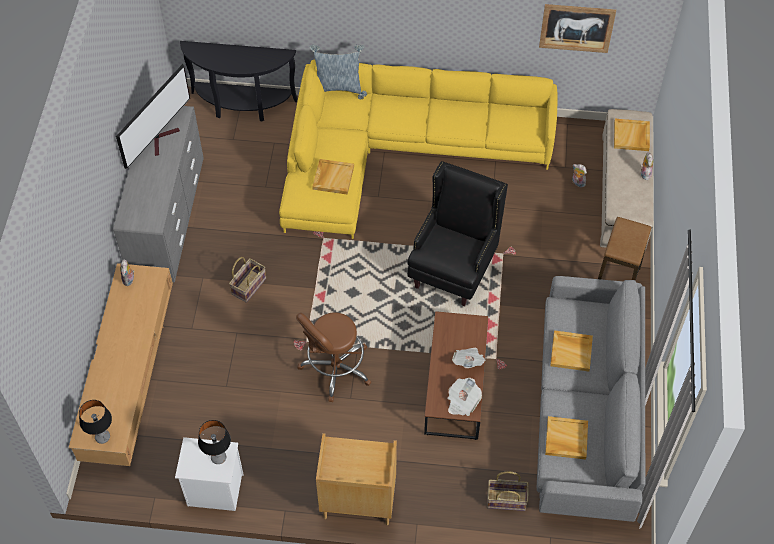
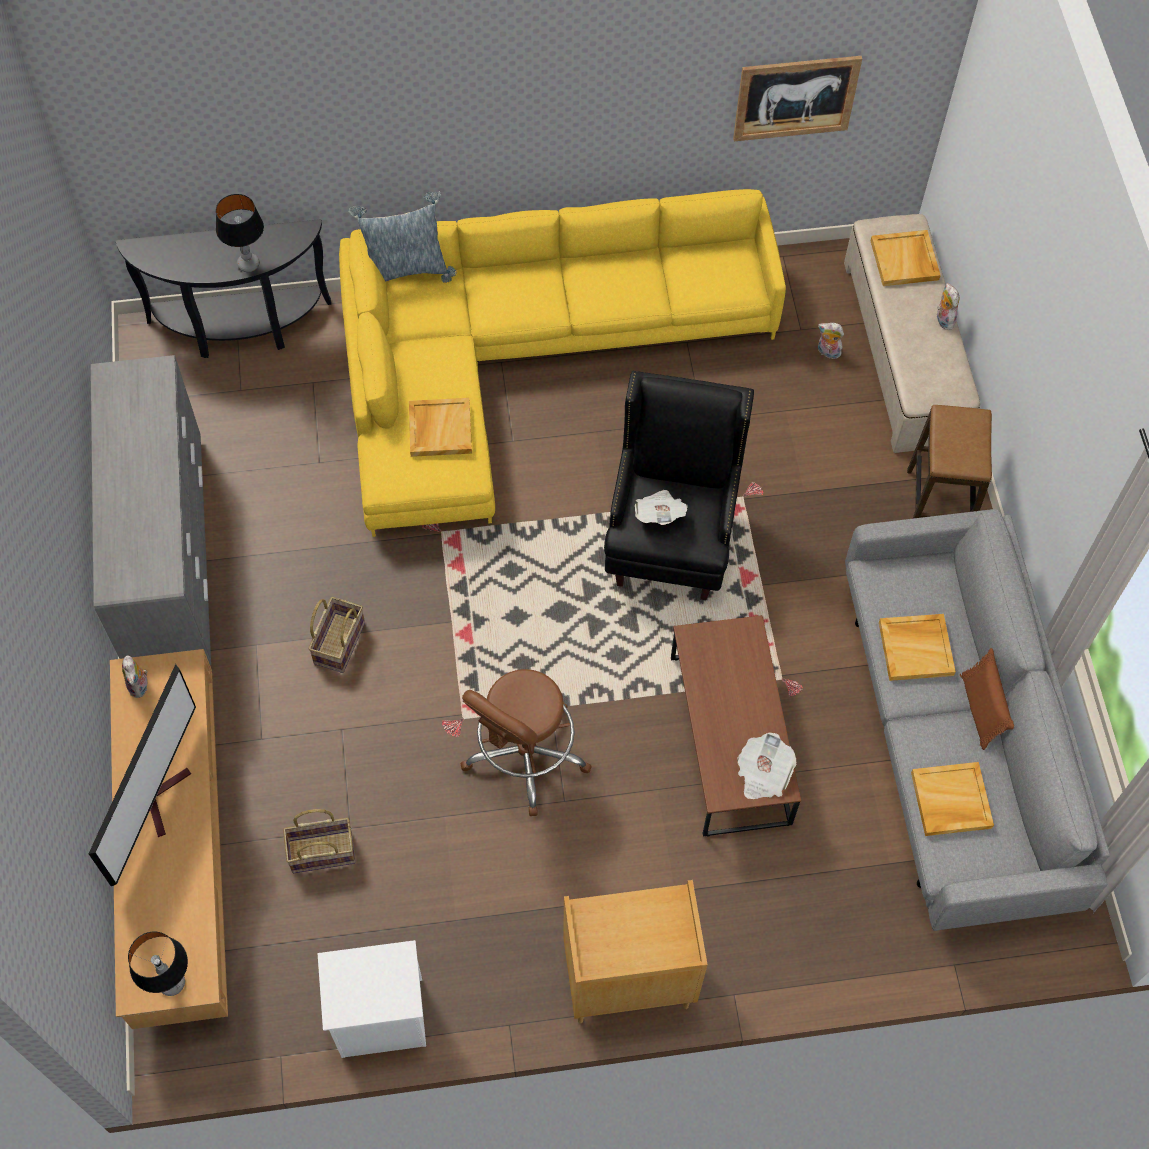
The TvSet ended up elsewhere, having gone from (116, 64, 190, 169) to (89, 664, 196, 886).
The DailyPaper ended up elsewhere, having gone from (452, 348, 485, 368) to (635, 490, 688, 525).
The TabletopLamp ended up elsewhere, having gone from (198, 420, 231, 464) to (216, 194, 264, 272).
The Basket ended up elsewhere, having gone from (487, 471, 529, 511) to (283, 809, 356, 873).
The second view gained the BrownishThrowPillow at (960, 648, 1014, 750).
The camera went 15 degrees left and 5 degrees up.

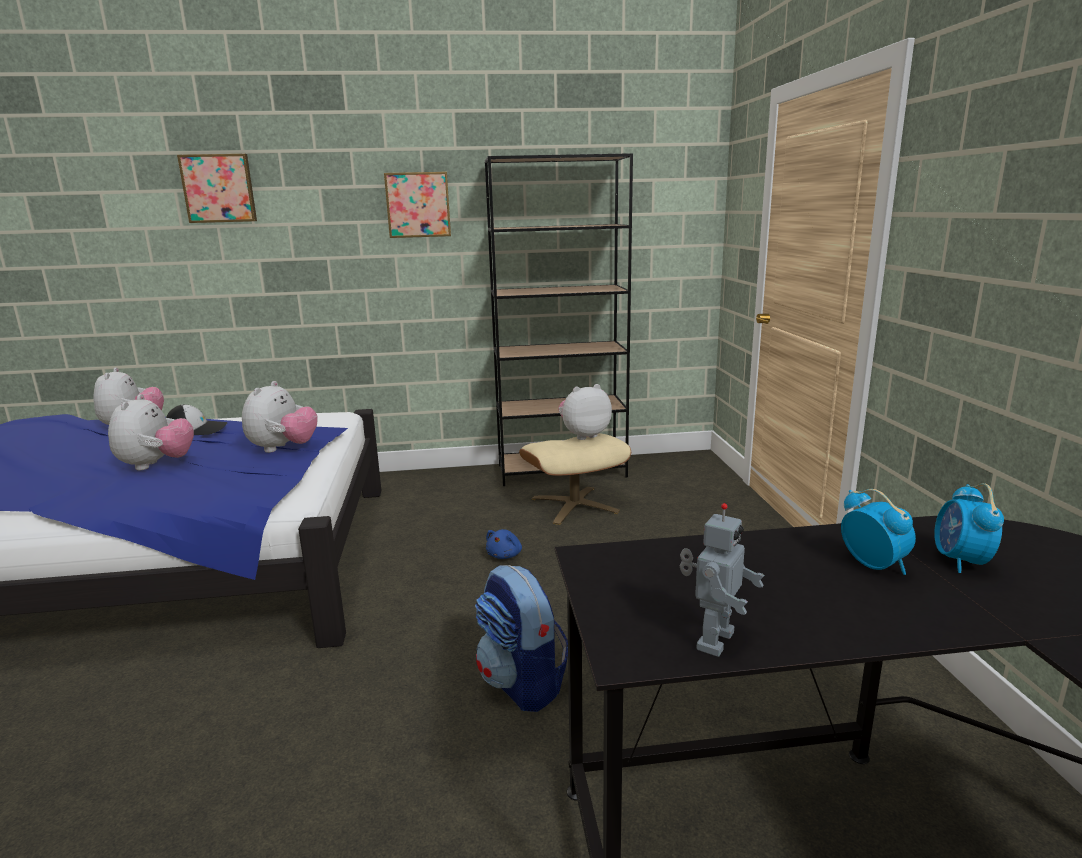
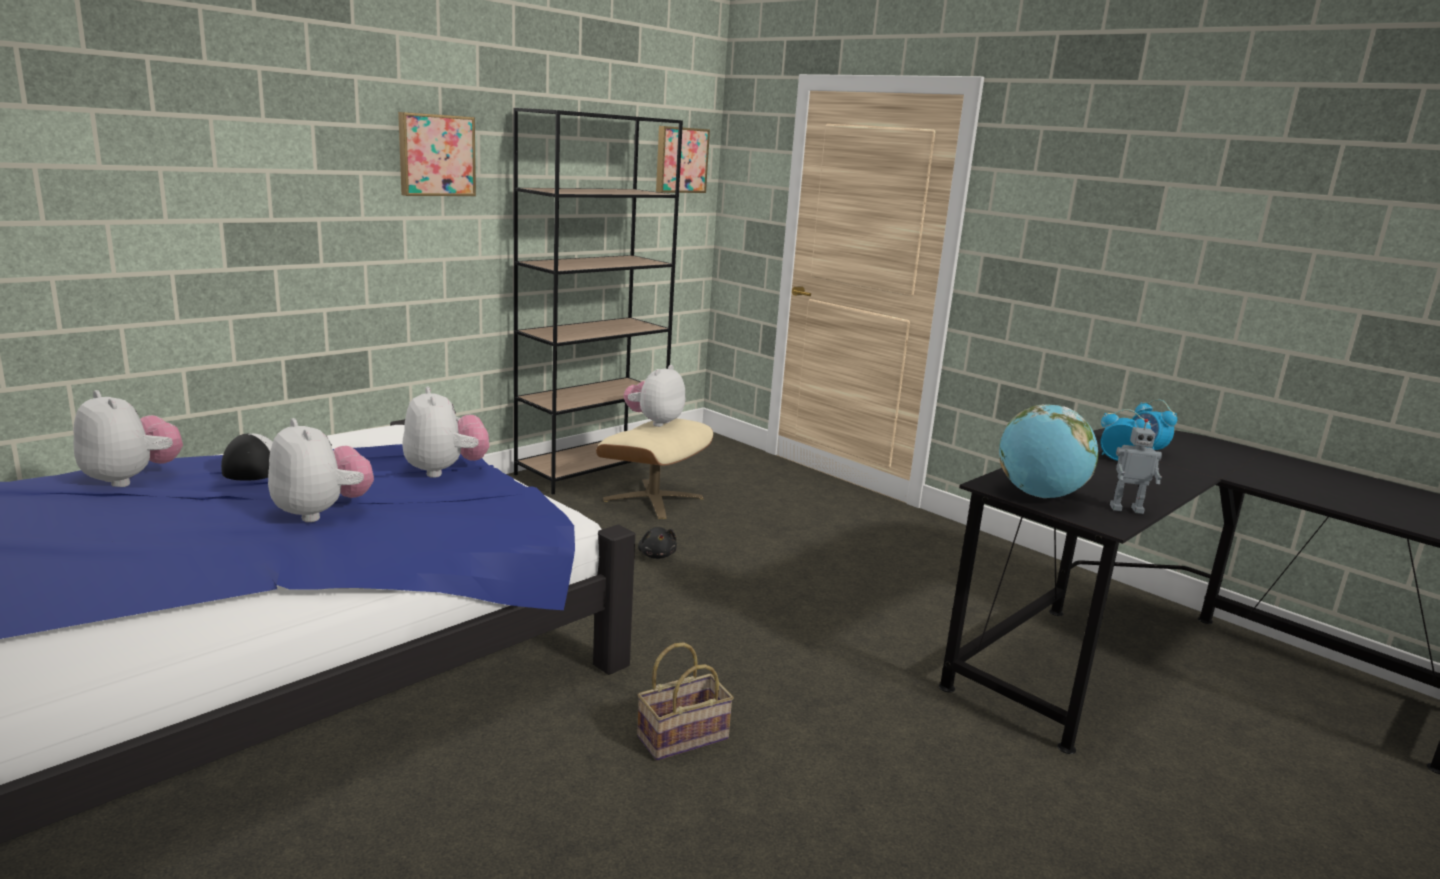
The Picture ended up elsewhere, having gone from (177, 154, 257, 223) to (656, 126, 710, 193).
The ToyRobot at (680, 503, 764, 657) ended up facing another way, 105 degrees clockwise from before.
What was the BluePlushToy at (486, 529, 522, 559) turned into the BlackishPlushToy at (638, 527, 677, 559).
The second view lost the Backpack at (475, 565, 568, 712).
The second view gained the WorldGlobe at (999, 404, 1099, 498).
The second view gained the Basket at (637, 642, 734, 761).
The camera went 40 degrees left and 0 degrees up.

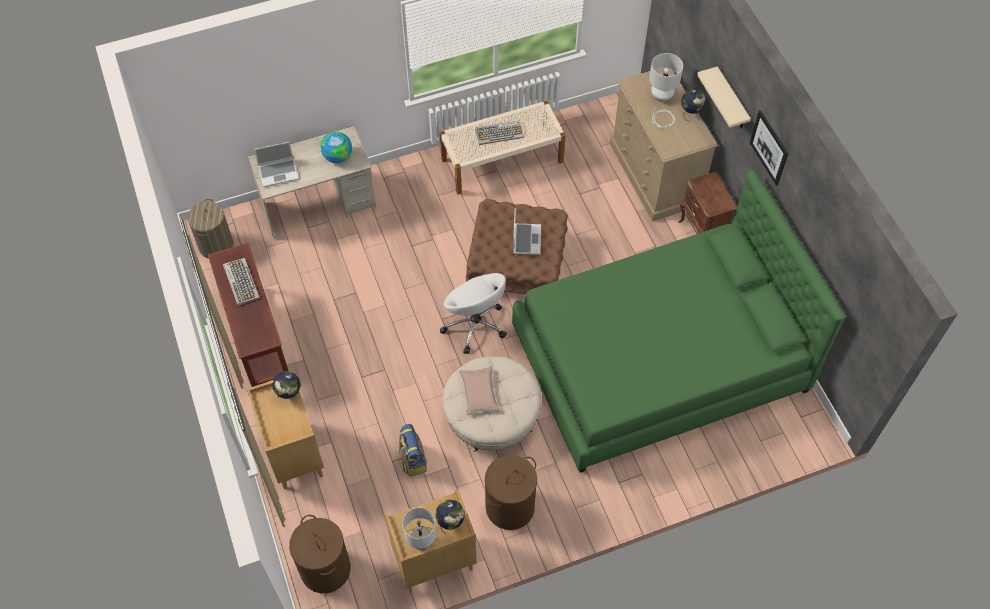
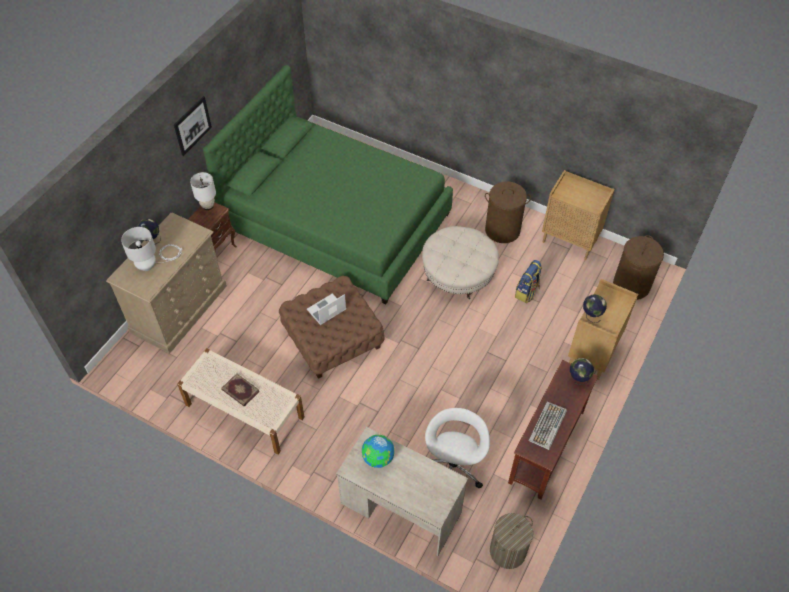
The second view lost the BeigeBracketShelf at (697, 66, 751, 129).
Where the ComputerKeyboard stood at (475, 120, 524, 145), the Book came to stand at (221, 373, 259, 407).
The second view lost the NotebookComputer at (254, 142, 298, 187).
The WhitishComputerChair ended up elsewhere, having gone from (440, 273, 507, 354) to (425, 408, 490, 488).
The second view lost the BeigeThrowPillow at (459, 366, 500, 416).
The WorldGlobe ended up elsewhere, having gone from (436, 500, 465, 534) to (570, 358, 594, 385).
The WhitishTabletopLamp ended up elsewhere, having gone from (402, 508, 436, 550) to (190, 172, 216, 210).
The camera went 130 degrees left and 5 degrees down.

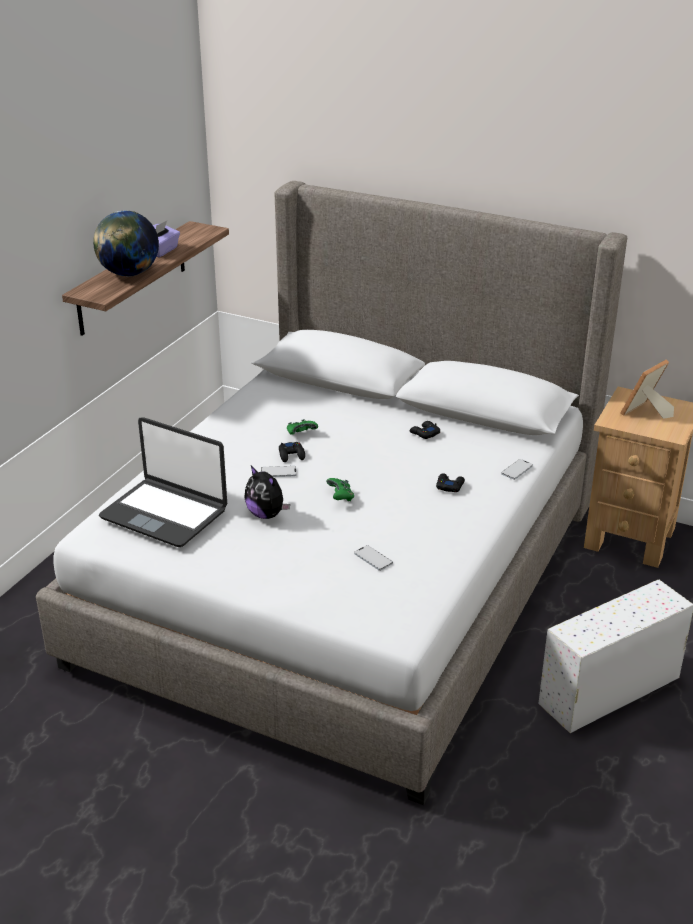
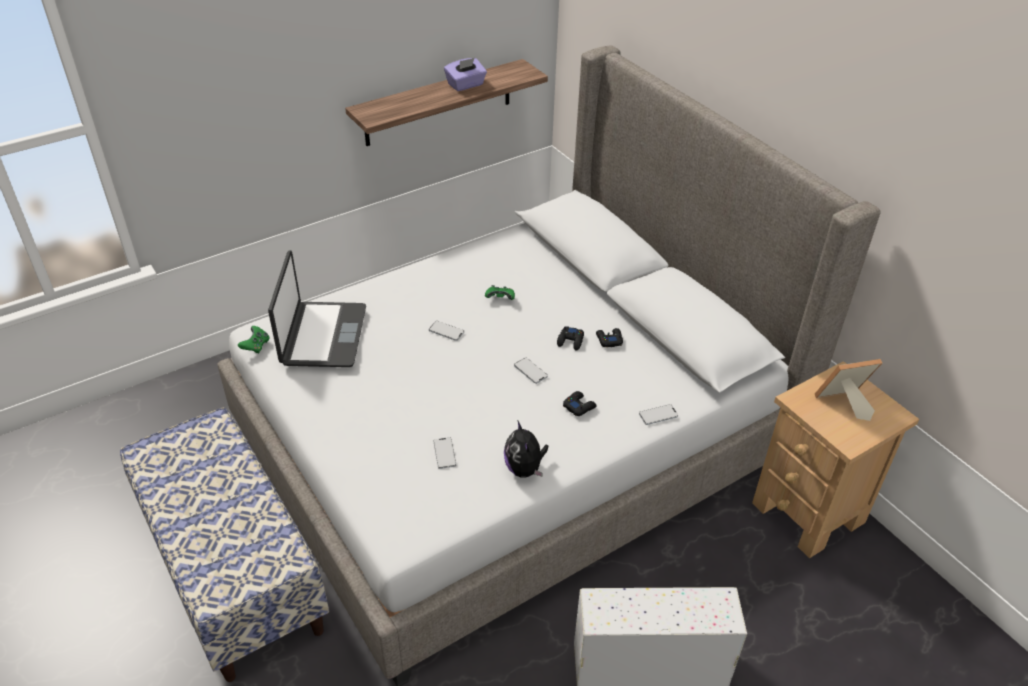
The second view lost the WorldGlobe at (93, 211, 159, 277).
The NotebookComputer at (99, 417, 227, 547) ended up facing another way, 150 degrees counterclockwise from before.
The BlackishGamepad ended up elsewhere, having gone from (279, 442, 305, 462) to (557, 326, 584, 350).
The PlushToy ended up elsewhere, having gone from (244, 466, 290, 519) to (504, 421, 549, 478).
The GreenGamepad ended up elsewhere, having gone from (326, 478, 354, 501) to (238, 326, 270, 354).
The second view gained the Phone at (514, 358, 548, 384).
The second view gained the Bench at (120, 408, 329, 682).
The camera went 30 degrees right and 10 degrees up.

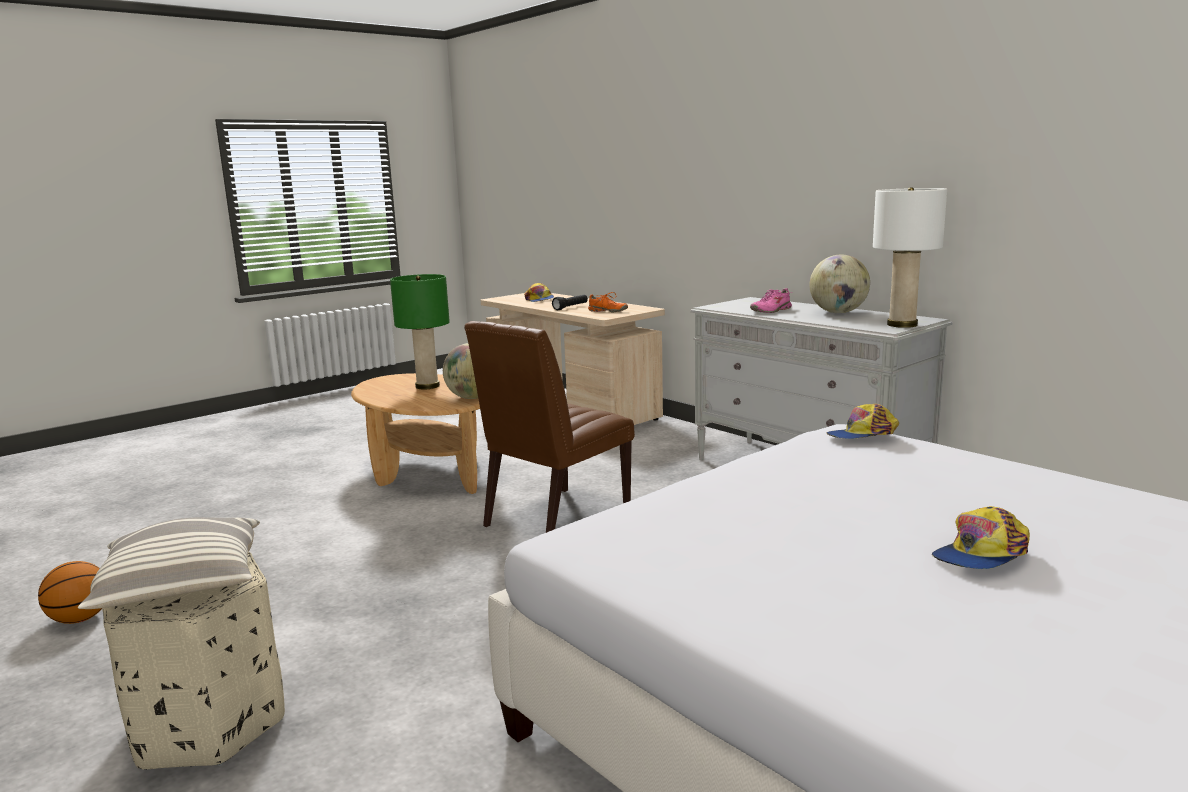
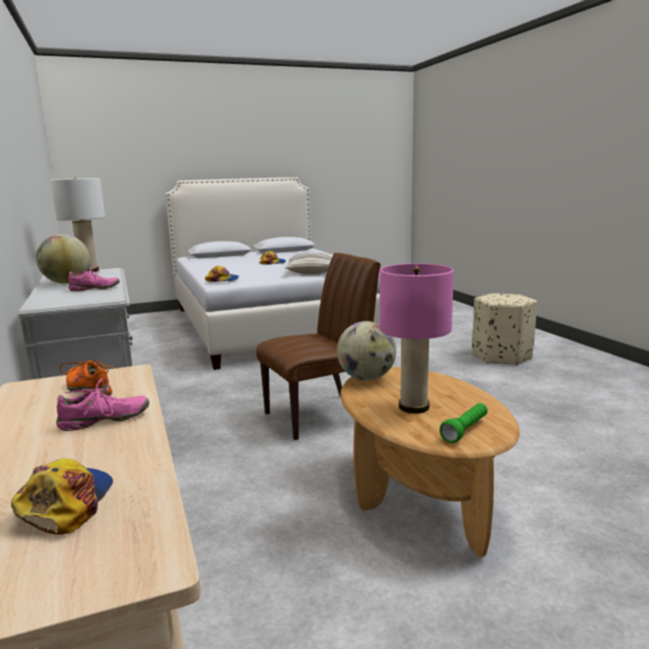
What was the GreenTabletopLamp at (390, 274, 450, 389) turned into the PinkishTabletopLamp at (380, 263, 454, 414).
Where the BlackishHandTorch stood at (552, 295, 588, 310), the PinkishItemOfFootwear came to stand at (56, 378, 149, 431).
The ThrowPillow ended up elsewhere, having gone from (78, 517, 260, 609) to (285, 253, 332, 274).
The second view lost the Basketball at (38, 561, 102, 624).
The second view gained the GreenHandTorch at (440, 403, 488, 443).
The camera went 160 degrees left and 0 degrees up.

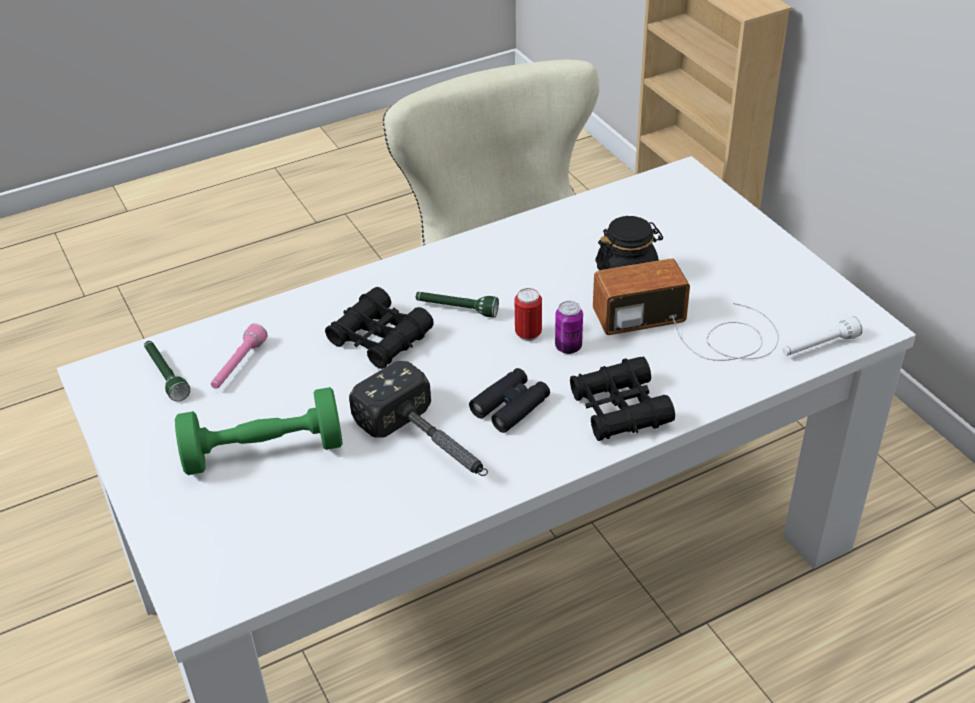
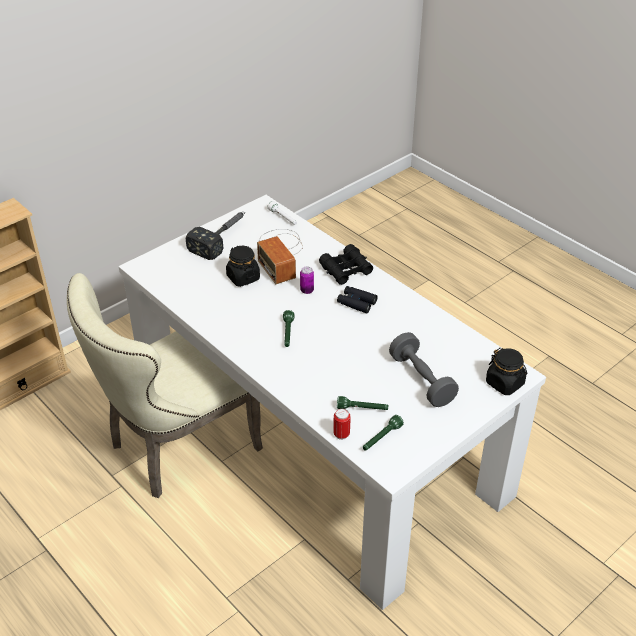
The second view lost the BlackishBinoculars at (325, 287, 434, 369).
The SealedCan ended up elsewhere, having gone from (515, 288, 542, 341) to (333, 409, 351, 440).
What was the PinkishHandTorch at (211, 323, 268, 389) turned into the GreenHandTorch at (337, 396, 388, 410).
The ToolHammer ended up elsewhere, having gone from (349, 361, 488, 476) to (186, 212, 245, 260).
What was the GreenHandWeight at (175, 387, 343, 475) turned into the GreyHandWeight at (389, 332, 459, 407).
The second view gained the BlackishStorageJar at (486, 348, 527, 395).
The camera went 105 degrees left and 0 degrees up.

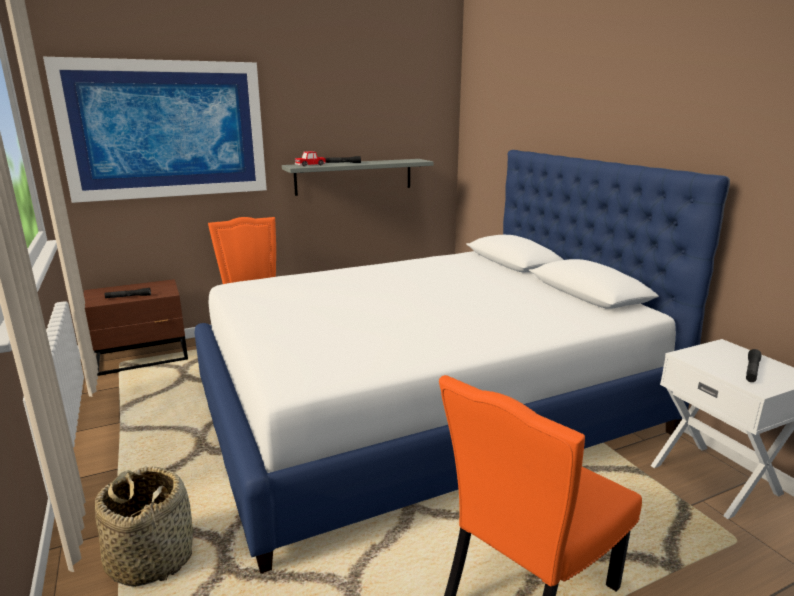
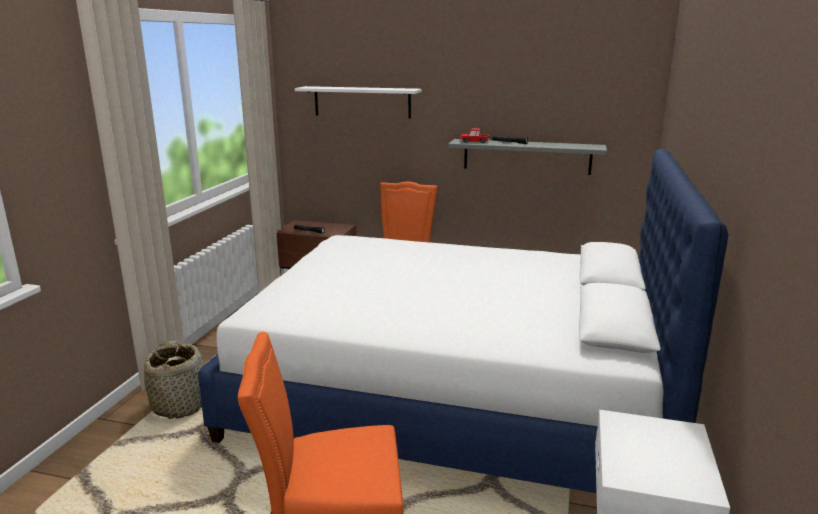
Where the Picture hung at (43, 57, 267, 203), the WhitishBracketShelf came to hang at (295, 86, 422, 119).
The second view lost the BlackishHandTorch at (746, 349, 762, 382).
The camera went 40 degrees right and 0 degrees up.

